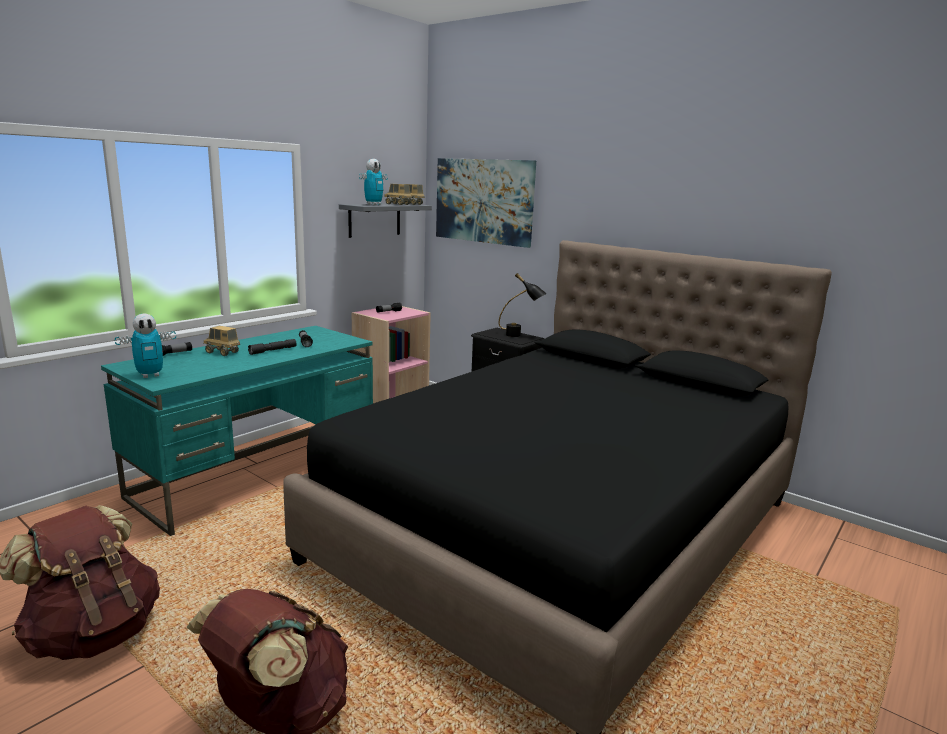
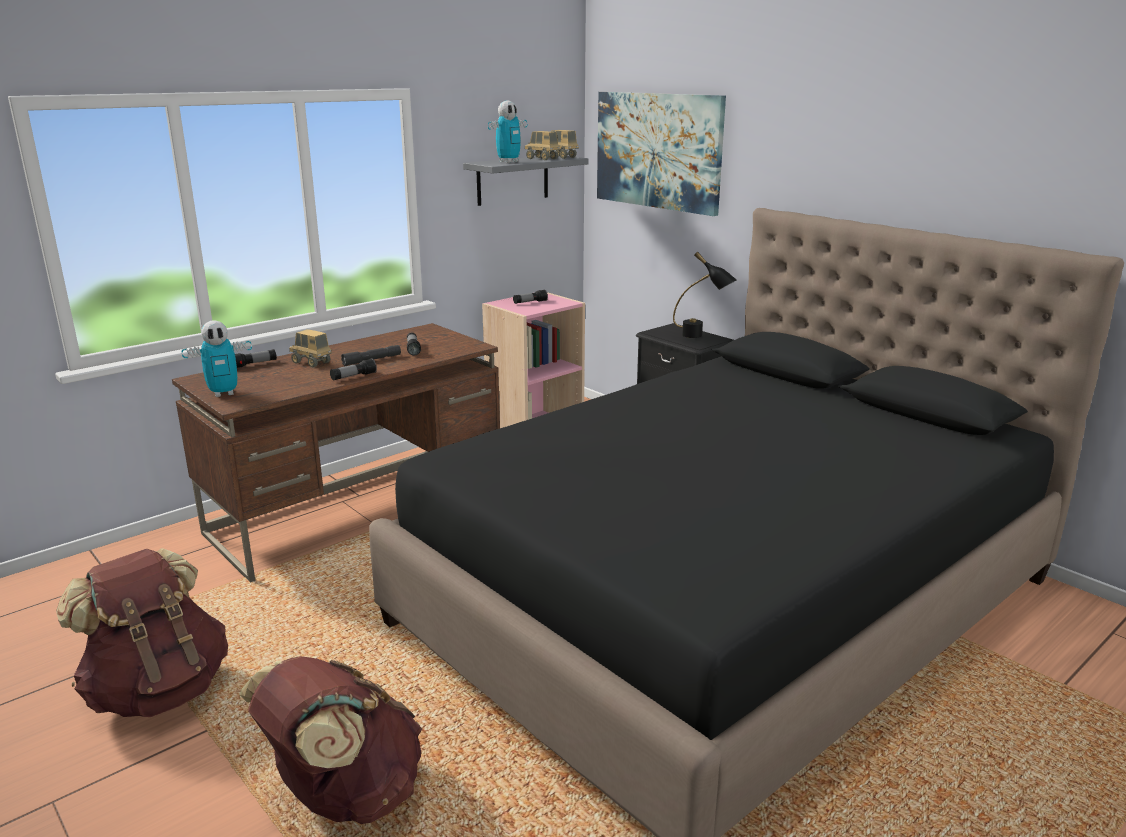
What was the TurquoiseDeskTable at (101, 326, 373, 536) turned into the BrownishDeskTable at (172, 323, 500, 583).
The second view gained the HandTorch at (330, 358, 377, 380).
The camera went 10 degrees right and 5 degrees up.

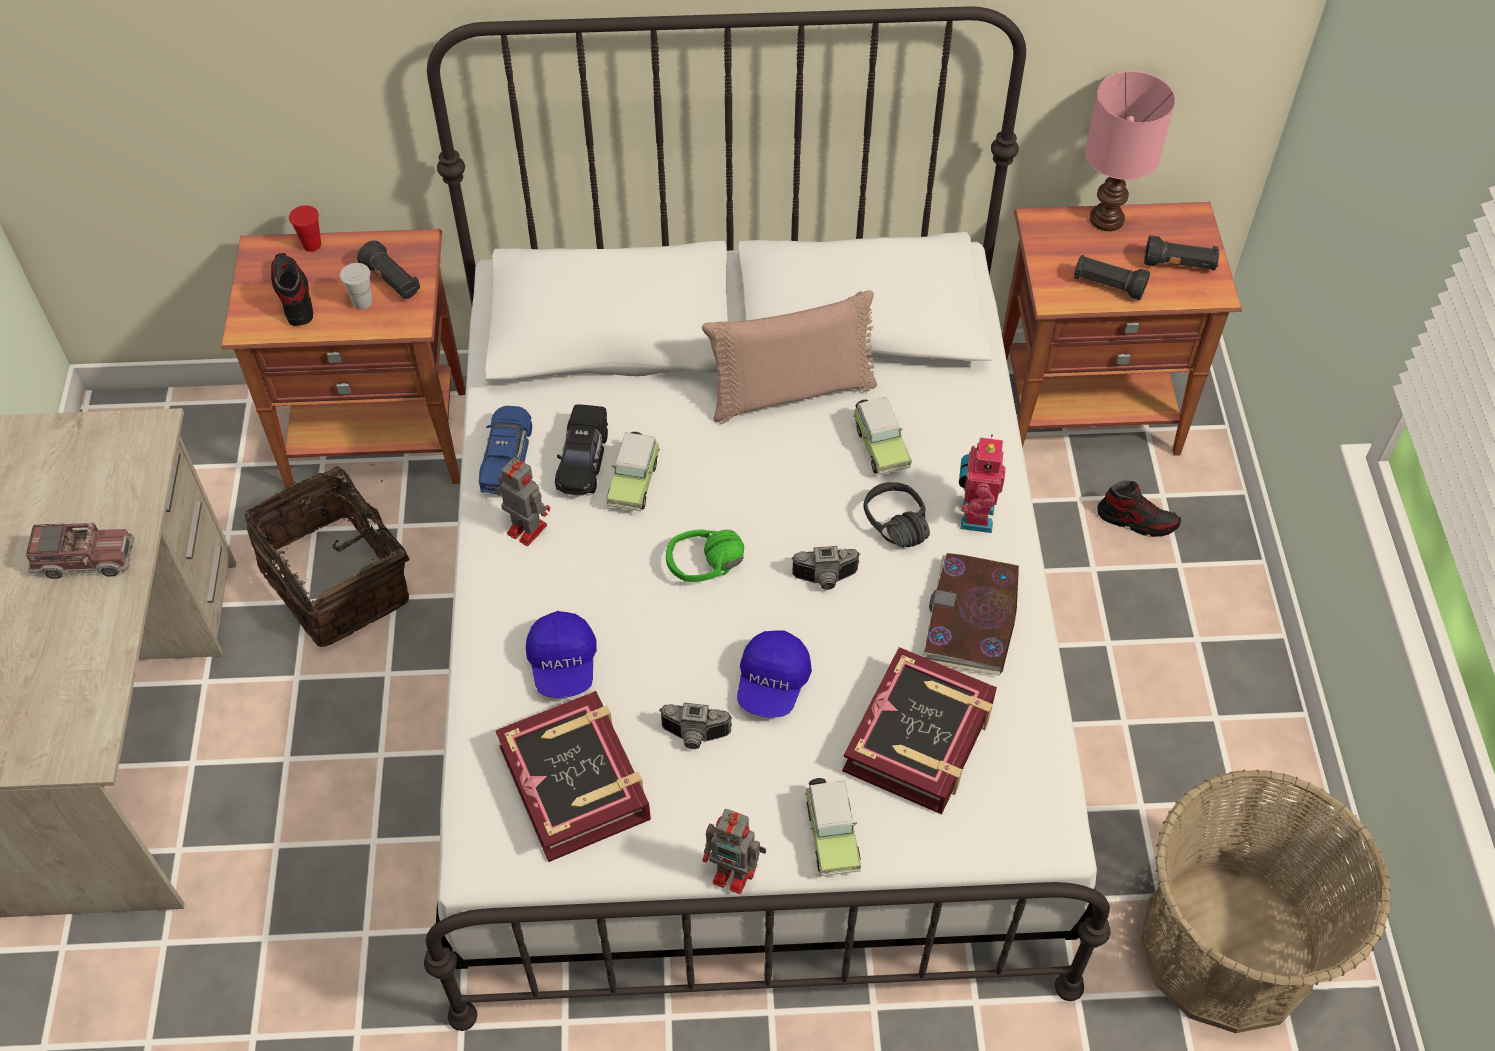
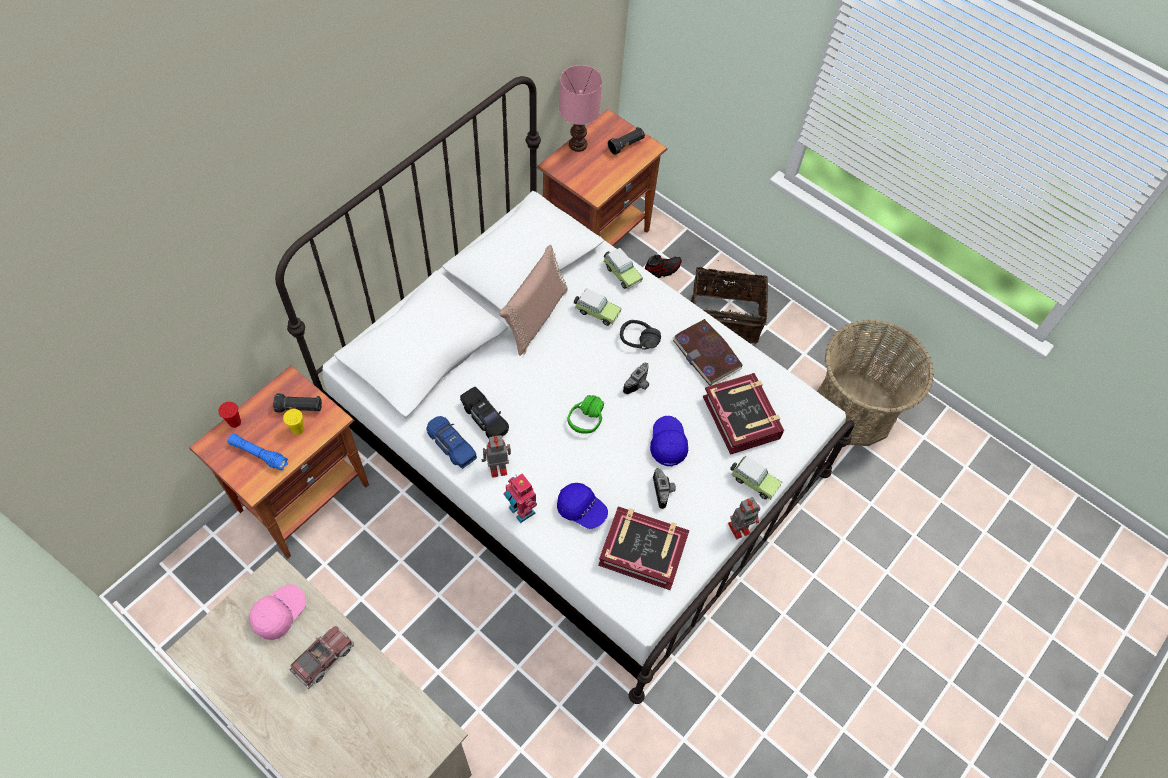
Where the ItemOfFootwear stood at (271, 253, 313, 326), the BlueHandTorch came to stand at (228, 433, 288, 470).
The second view lost the BlackishHandTorch at (1074, 255, 1150, 300).
What was the WhitishDrinkingCup at (340, 263, 372, 310) turned into the YellowishDrinkingCup at (283, 409, 304, 435).
The ToyCar ended up elsewhere, having gone from (606, 432, 660, 512) to (603, 248, 643, 289).
The ToyRobot ended up elsewhere, having gone from (959, 434, 1006, 533) to (504, 473, 537, 523).
The Basket ended up elsewhere, having gone from (245, 464, 409, 647) to (691, 257, 768, 344).
The BlueBaseballCap at (737, 630, 812, 718) ended up facing another way, 150 degrees counterclockwise from before.
The PhotoCamera at (659, 702, 732, 749) ended up facing another way, 60 degrees counterclockwise from before.
The second view gained the PinkishBaseballCap at (249, 585, 306, 640).
The camera went 50 degrees left and 5 degrees up.

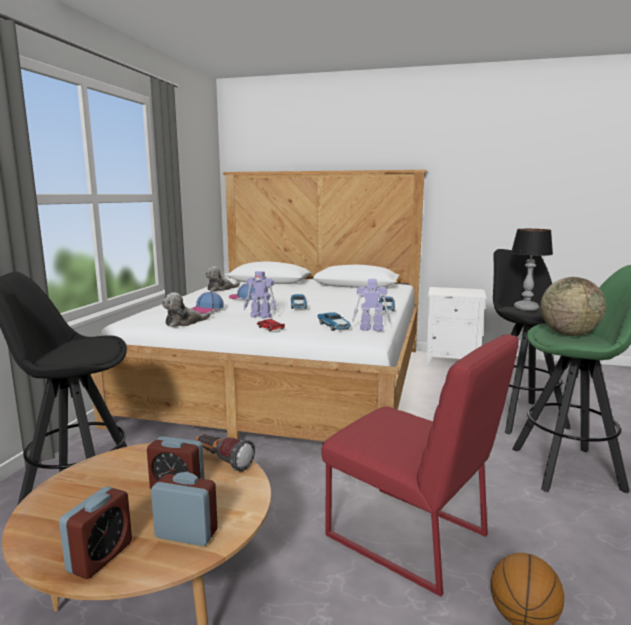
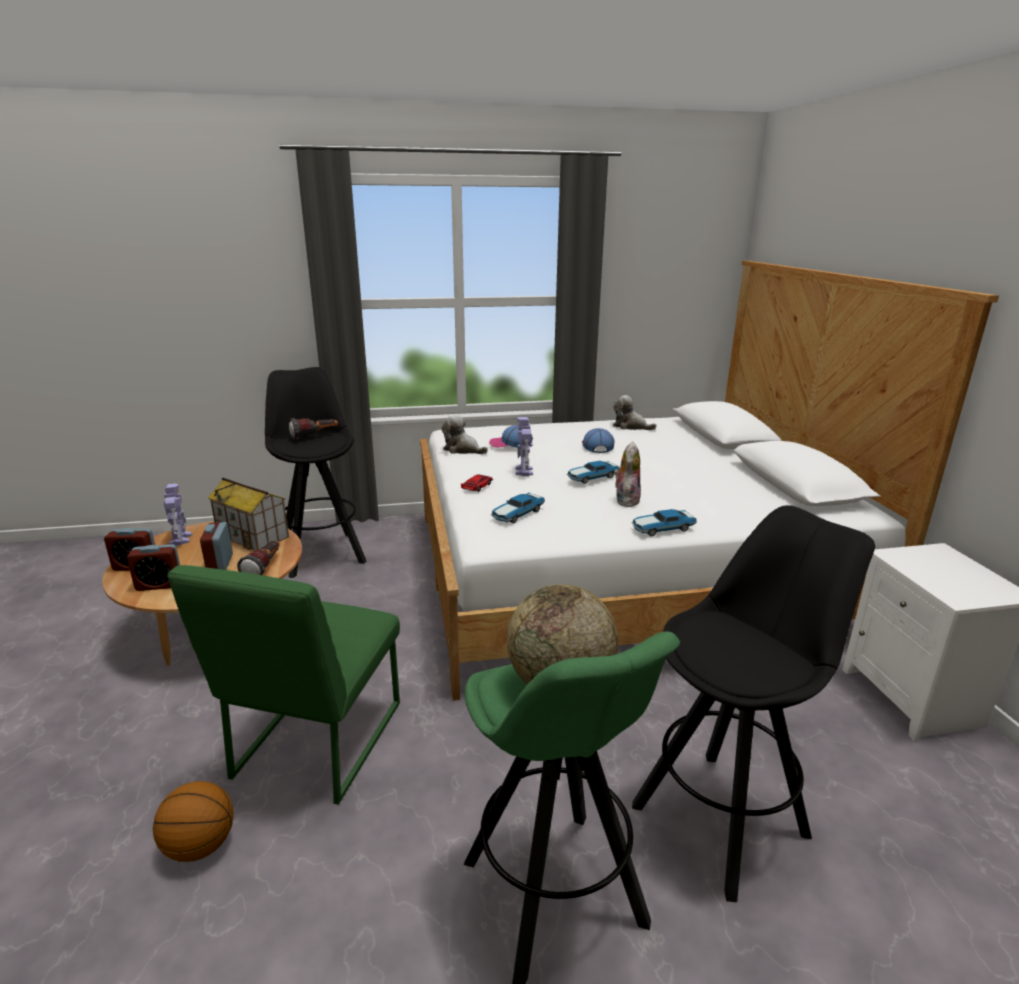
The second view lost the TabletopLamp at (511, 229, 553, 311).
The ToyRobot ended up elsewhere, having gone from (352, 279, 391, 331) to (163, 484, 192, 546).
What was the RedColouredUprightChair at (321, 334, 519, 597) turned into the GreenUprightChair at (167, 565, 400, 805).
The TableClock at (151, 472, 218, 546) ended up facing another way, 90 degrees clockwise from before.
The second view gained the HandTorch at (289, 418, 338, 440).
The second view gained the PlushToy at (614, 441, 641, 507).
The second view gained the ModelHouse at (208, 477, 289, 550).
The camera went 65 degrees right and 10 degrees up.

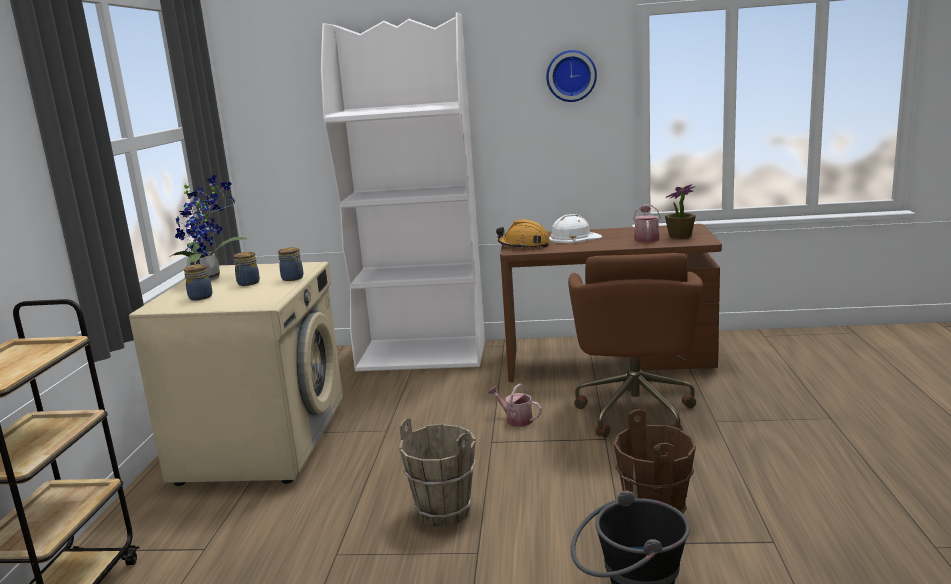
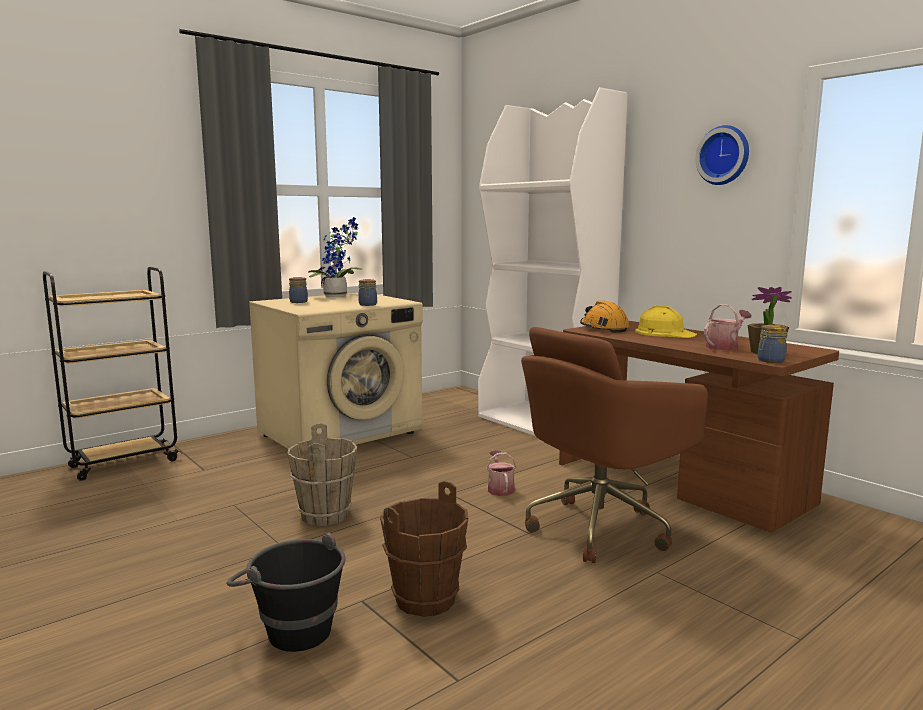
What was the WhitishWorkHelmet at (549, 214, 602, 243) turned into the YellowishWorkHelmet at (635, 305, 697, 338).
The StorageJar ended up elsewhere, having gone from (233, 252, 260, 286) to (758, 325, 787, 363).
The camera went 45 degrees right and 5 degrees down.

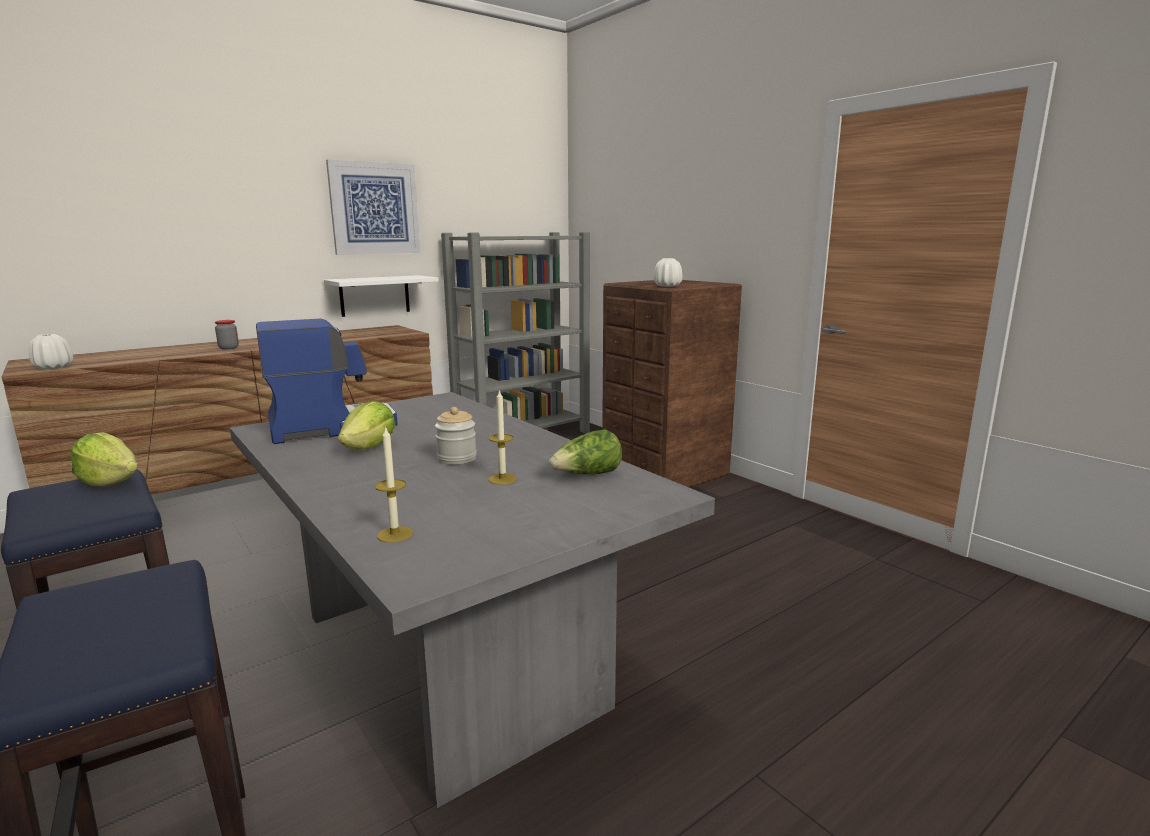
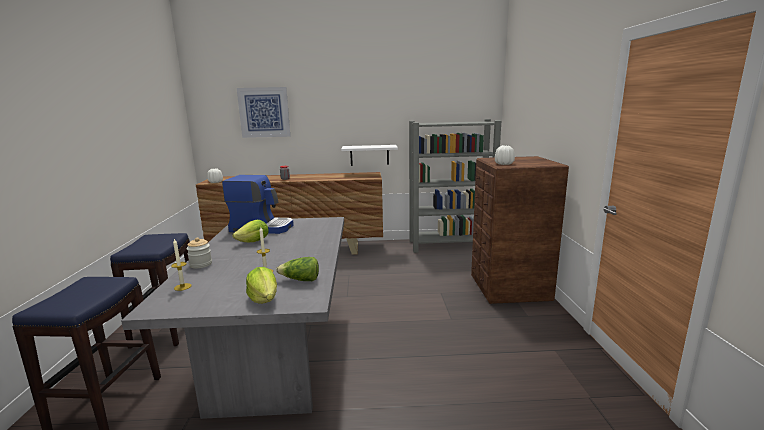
The Picture ended up elsewhere, having gone from (326, 159, 420, 255) to (237, 87, 290, 138).
The StorageJar ended up elsewhere, having gone from (435, 407, 477, 465) to (187, 237, 212, 269).
The Lettuce ended up elsewhere, having gone from (70, 432, 138, 486) to (246, 267, 277, 304).
The camera went 35 degrees right and 0 degrees up.

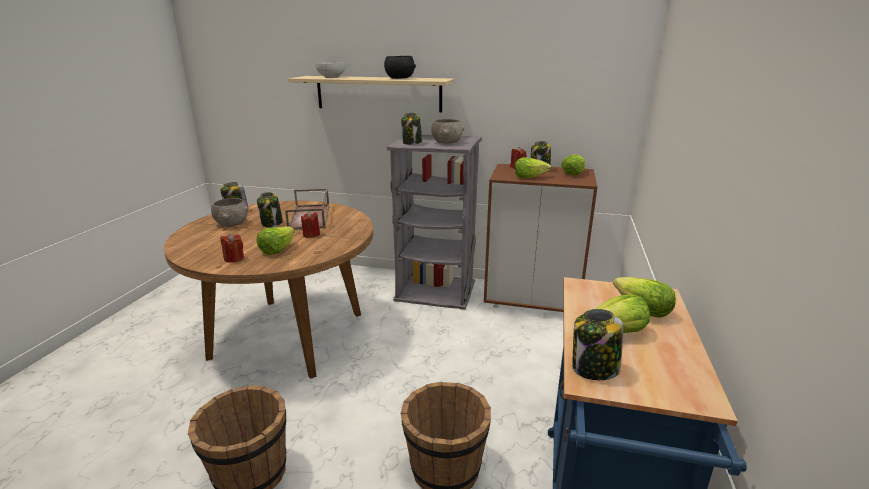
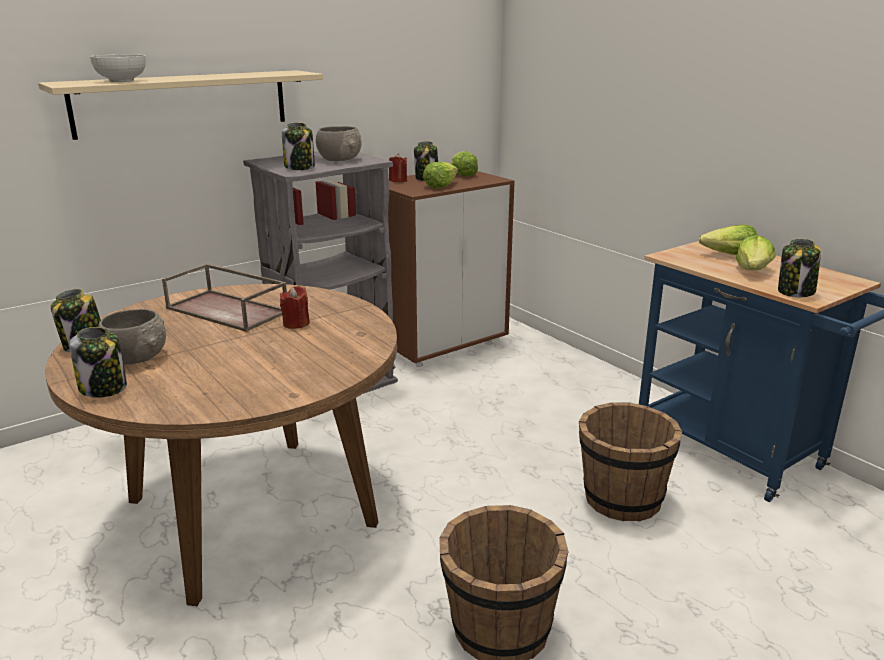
The second view lost the BlackishBowl at (384, 56, 416, 79).
The StorageJar ended up elsewhere, having gone from (257, 192, 283, 227) to (69, 327, 127, 398).
The second view lost the Lettuce at (256, 226, 294, 255).
The second view lost the RedColouredCandle at (221, 233, 244, 263).
The camera went 50 degrees left and 0 degrees up.

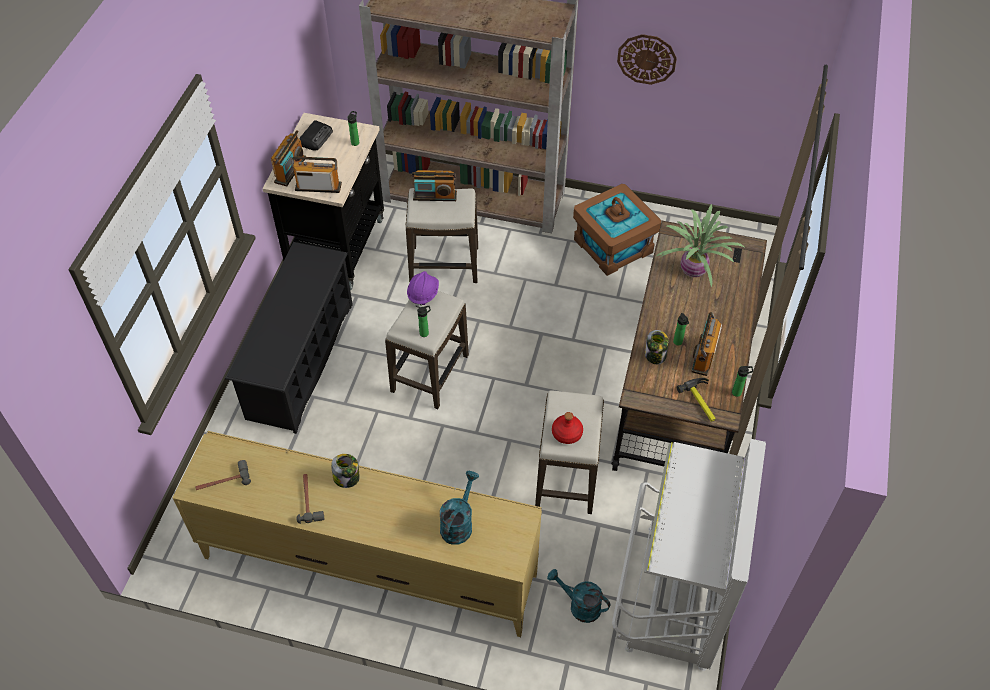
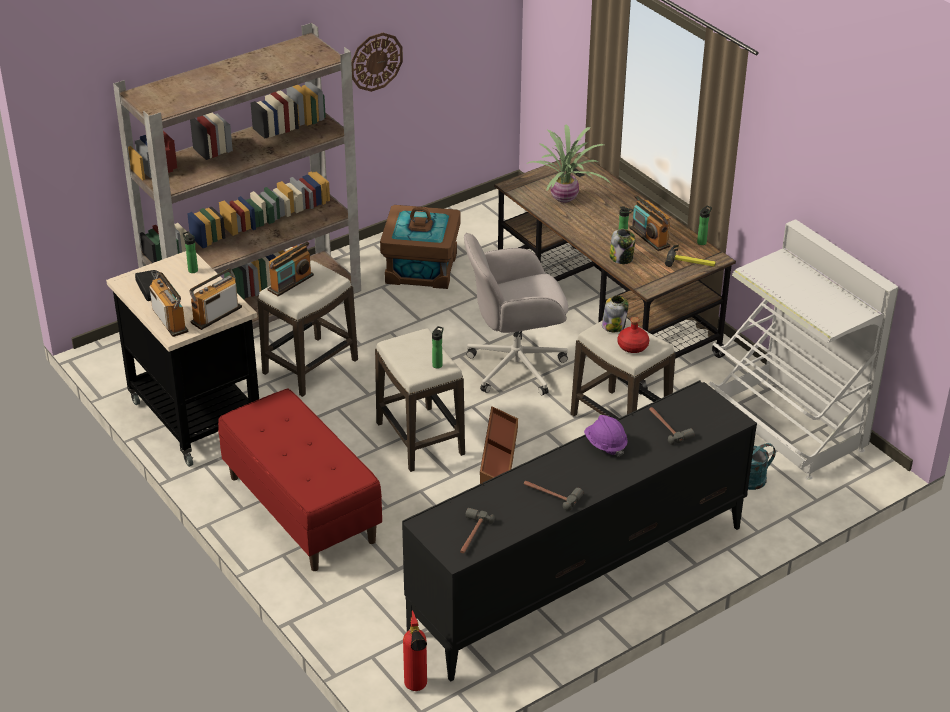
Where the BlackishShoeShelf stood at (225, 242, 353, 434), the RedColouredBench came to stand at (218, 388, 382, 571).
The PurpleColouredWorkHelmet ended up elsewhere, having gone from (407, 271, 439, 308) to (584, 415, 628, 457).
What was the BeigeCabinet at (173, 431, 542, 637) turned into the BlackishCabinet at (402, 380, 757, 682).
The StorageJar ended up elsewhere, having gone from (331, 454, 360, 488) to (602, 295, 629, 332).
Where the TurquoiseSprinklingCan stood at (440, 471, 479, 545), the ToolHammer came to stand at (649, 407, 695, 445).
The second view gained the GreyComputerChair at (464, 233, 568, 395).
The second view gained the BrownishStorageBox at (480, 406, 518, 485).
The second view gained the FireExtinguisher at (403, 610, 427, 691).
The camera went 50 degrees left and 15 degrees down.

